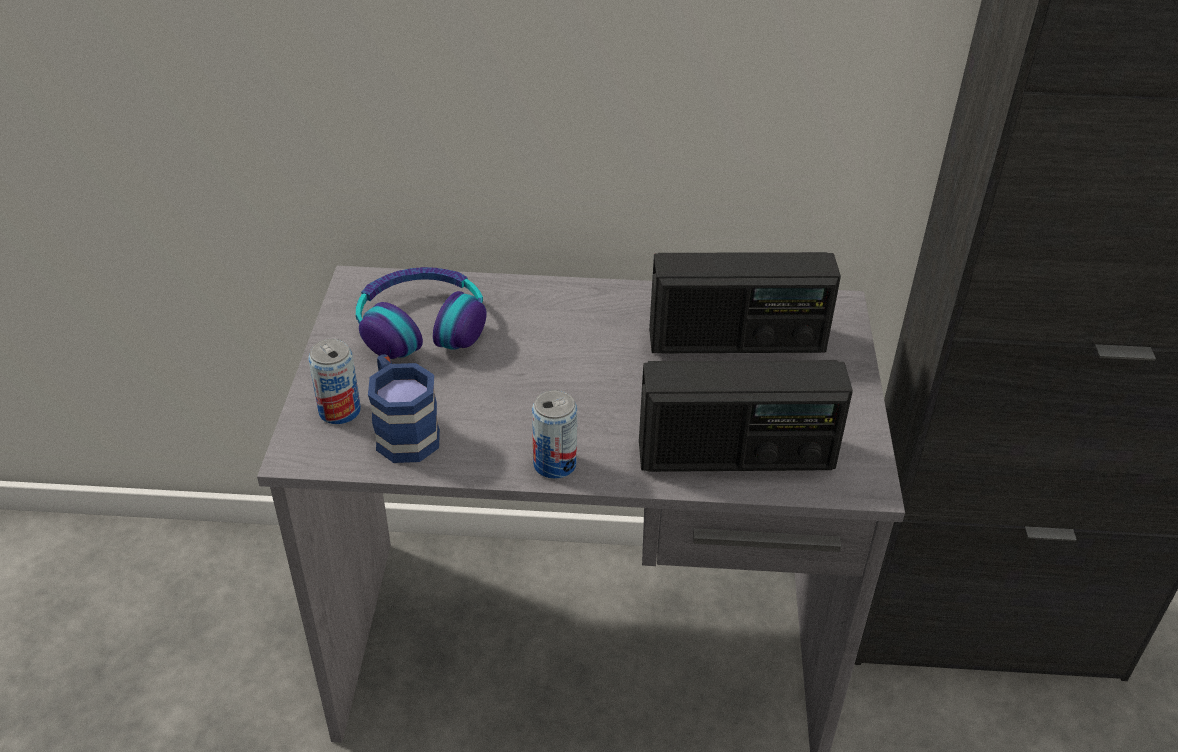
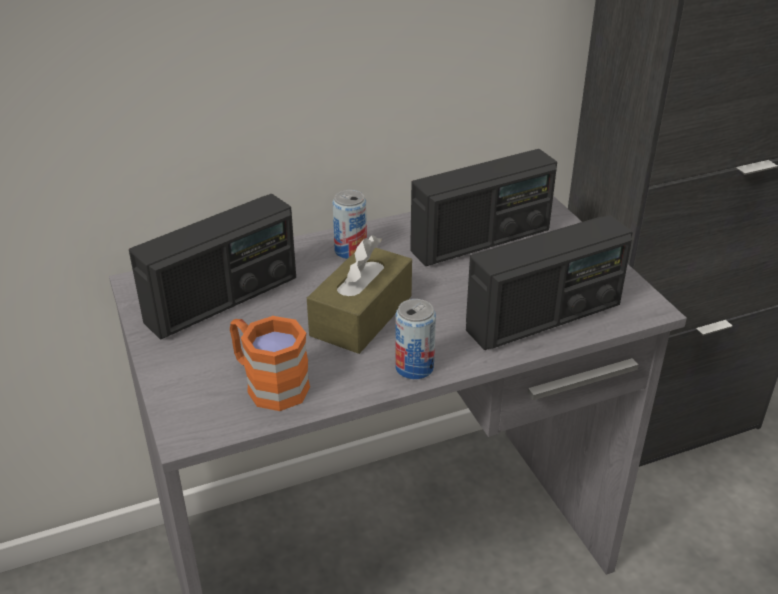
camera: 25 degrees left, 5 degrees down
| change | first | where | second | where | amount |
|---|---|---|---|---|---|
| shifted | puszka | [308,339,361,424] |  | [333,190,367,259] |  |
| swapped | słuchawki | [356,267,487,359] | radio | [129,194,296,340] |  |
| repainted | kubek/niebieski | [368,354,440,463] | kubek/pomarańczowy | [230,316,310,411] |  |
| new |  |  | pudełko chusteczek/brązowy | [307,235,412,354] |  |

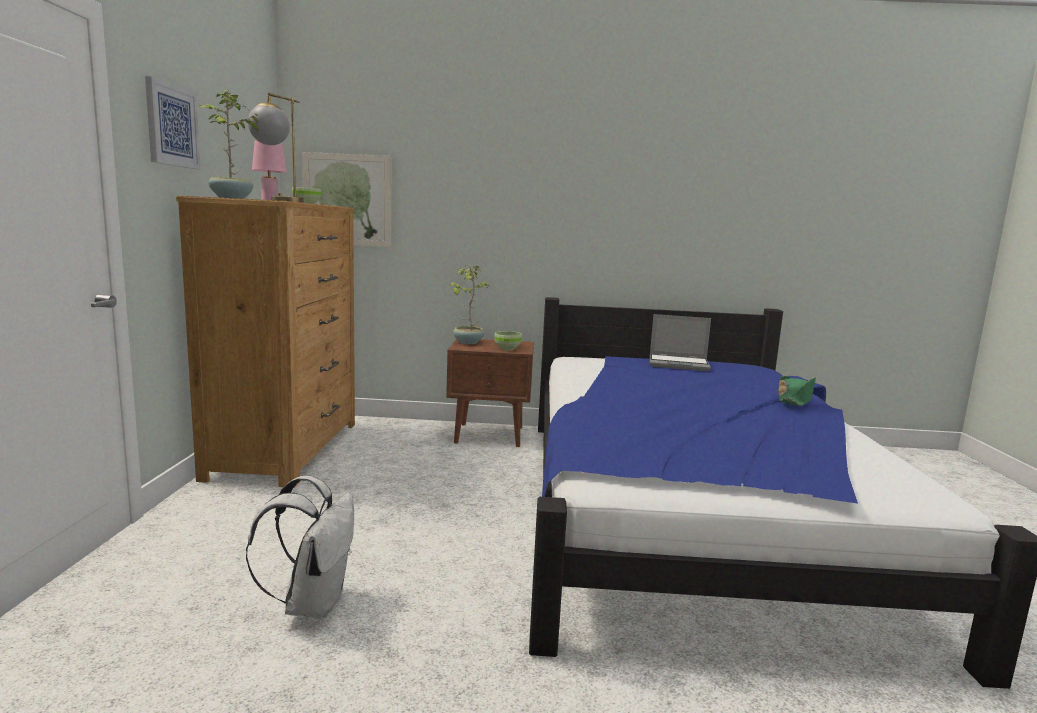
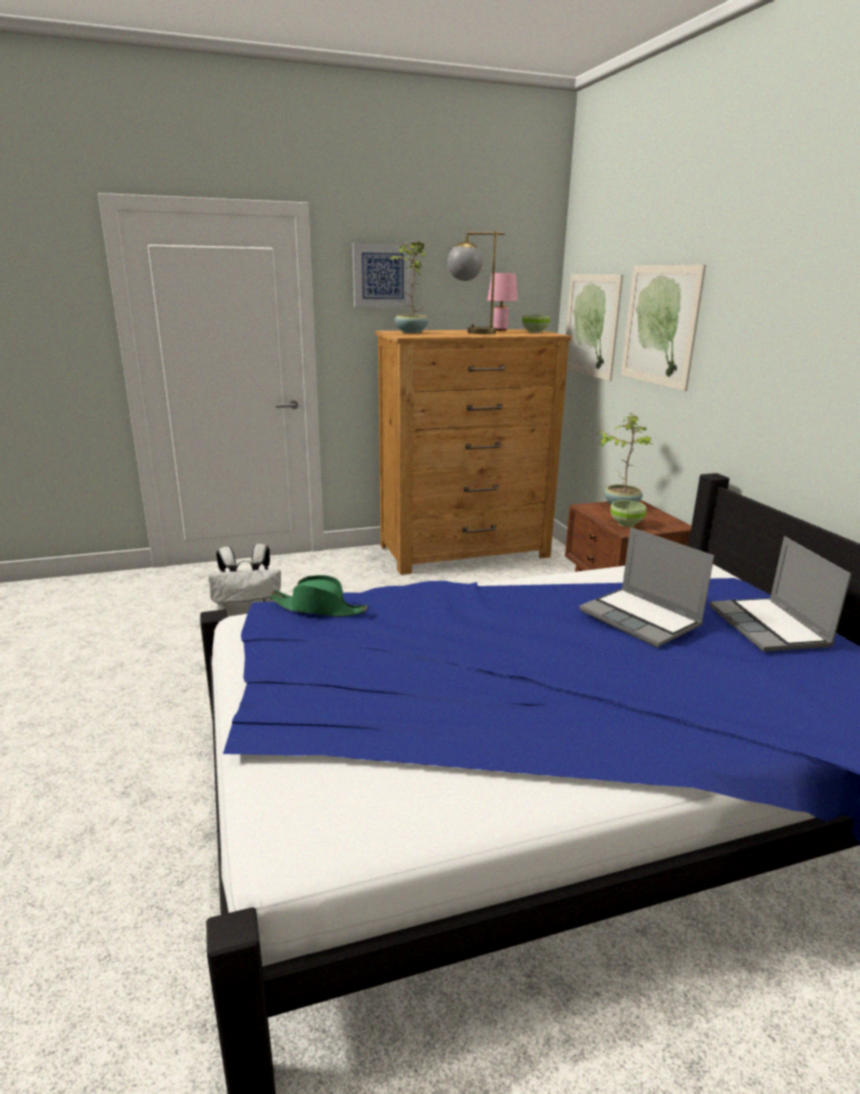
camera: 70 degrees right, 10 degrees up
| change | first | where | second | where | amount |
|---|---|---|---|---|---|
| shifted | kapelusz/zielony | [778,376,816,406] |  | [269,575,368,617] |  |
| new |  |  | laptop | [579,527,714,647] |  |
| new |  |  | obraz | [621,265,706,391] |  |

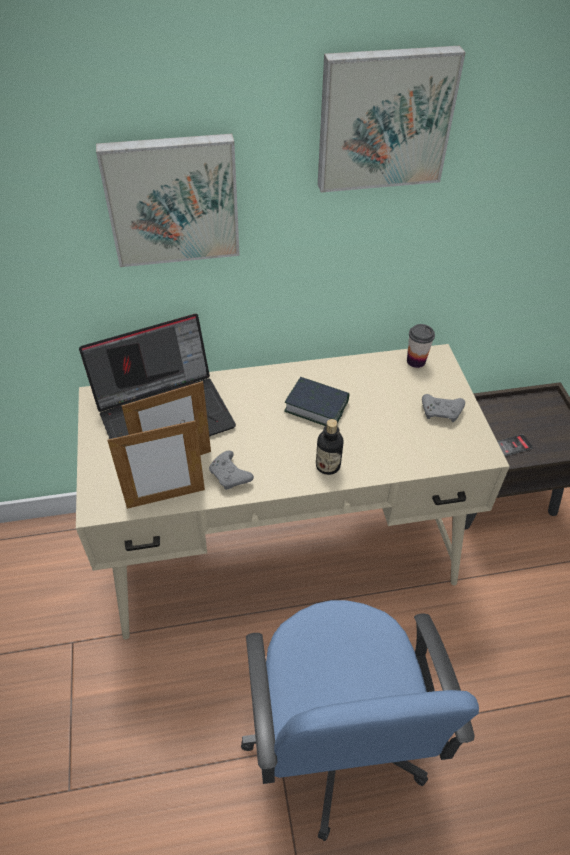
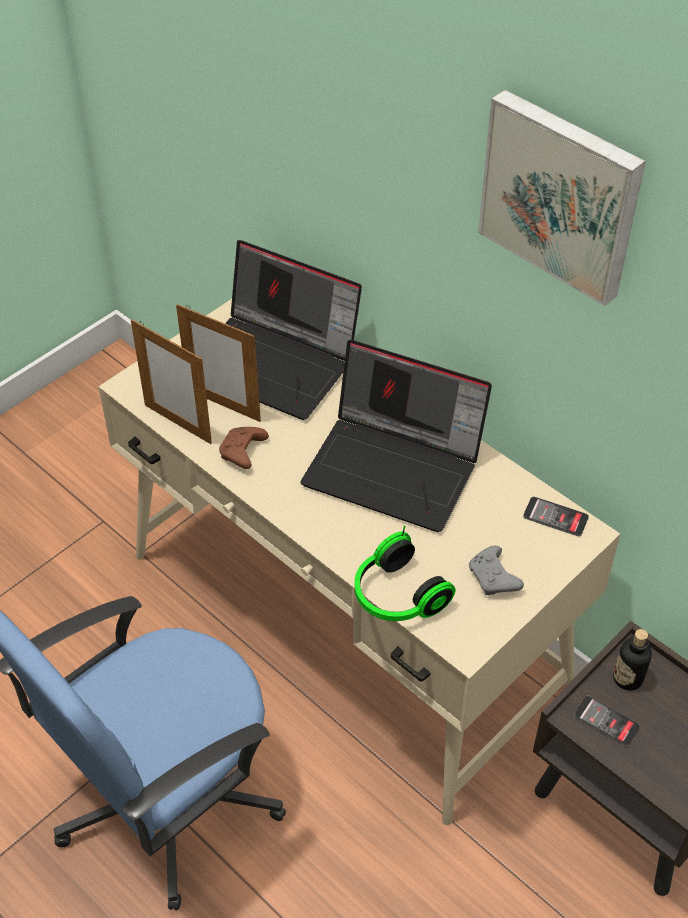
camera: 55 degrees right, 0 degrees up
| change | first | where | second | where | amount |
|---|---|---|---|---|---|
| gone | obraz | [96,134,240,267] |  |  |  |
| repainted | pad do gier/szary | [209,451,254,490] | pad do gier/brązowy | [219,427,269,469] |  |
| swapped | książka | [284,377,349,426] | laptop | [301,340,492,532] |  |
| shifted | butelka | [316,419,344,475] |  | [613,629,652,690] |  |
| swapped | filiżanka | [407,324,435,368] | telefon | [523,496,589,536] |  |
| new |  |  | słuchawki | [354,525,455,621] |  |

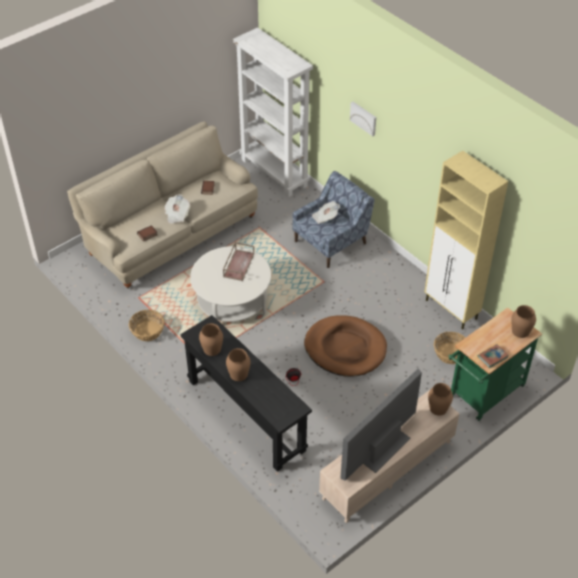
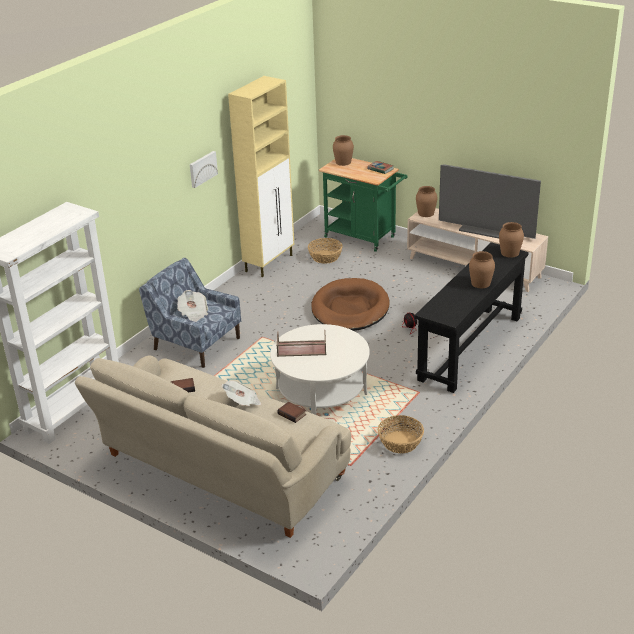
camera: 105 degrees left, 15 degrees down
| change | first | where | second | where | amount |
|---|---|---|---|---|---|
| shifted | wazon/brązowy | [199,323,223,356] |  | [499,222,524,258] |  |
| shifted | obraz | [350,102,376,136] |  | [190,151,218,188] |  |

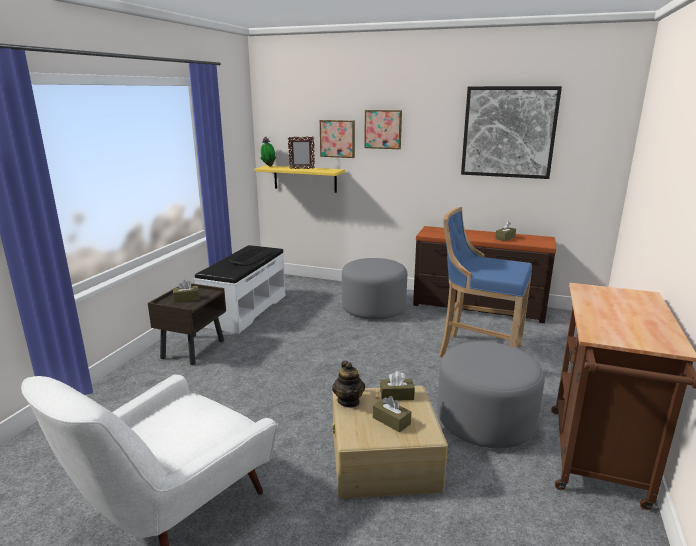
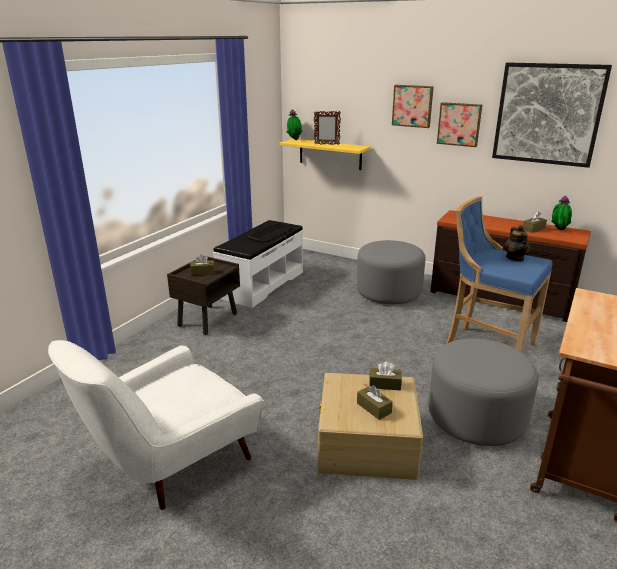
camera: 10 degrees right, 5 degrees up
| change | first | where | second | where | amount |
|---|---|---|---|---|---|
| shifted | obraz | [320,120,355,158] |  | [437,102,482,147] |  |
| shifted | imbryk | [332,361,365,408] |  | [504,225,531,261] |  |
| new |  |  | roślina doniczkowa | [551,196,572,230] |  |

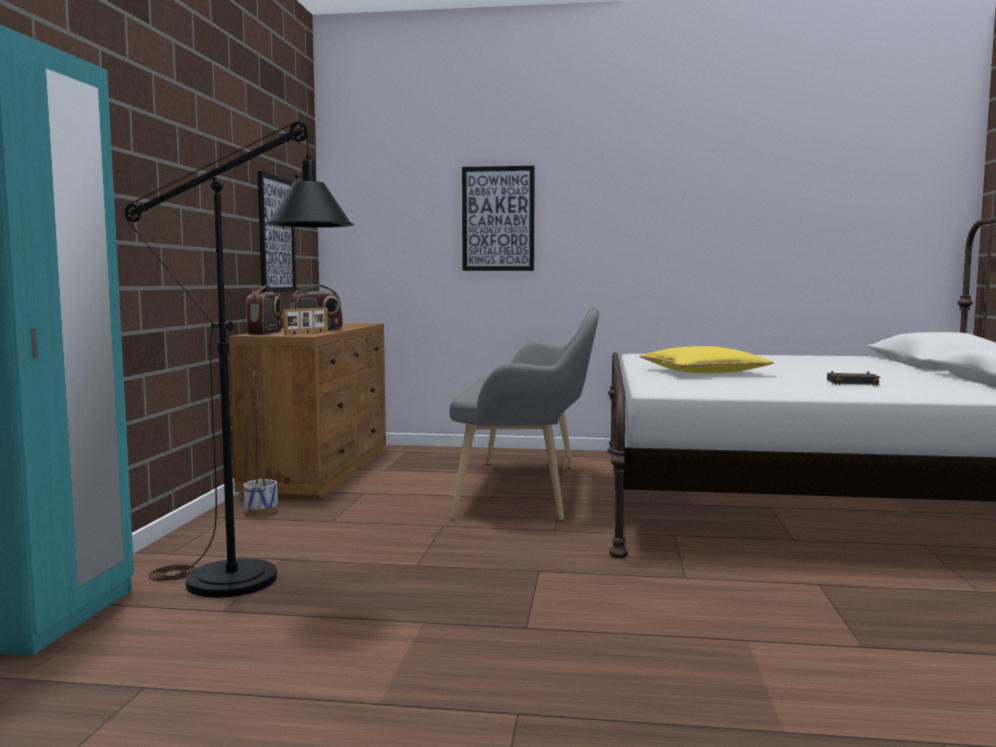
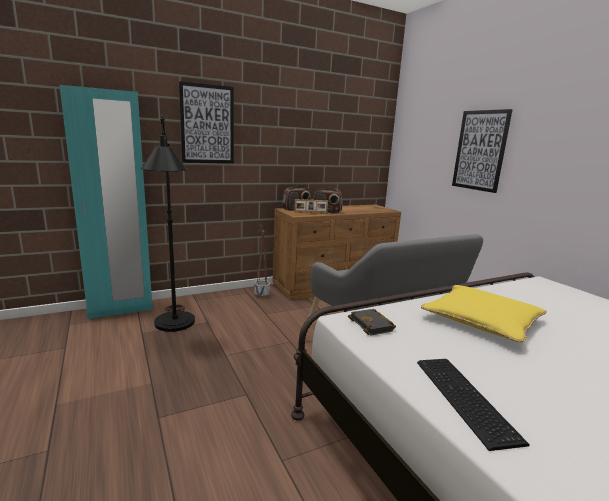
camera: 55 degrees right, 10 degrees up
| change | first | where | second | where | amount |
|---|---|---|---|---|---|
| shifted | obraz | [258,171,296,292] |  | [179,81,234,163] |  |
| shifted | książka/czarny | [827,370,880,386] |  | [348,309,396,335] |  |
| new |  |  | klawiatura | [417,359,530,451] |  |

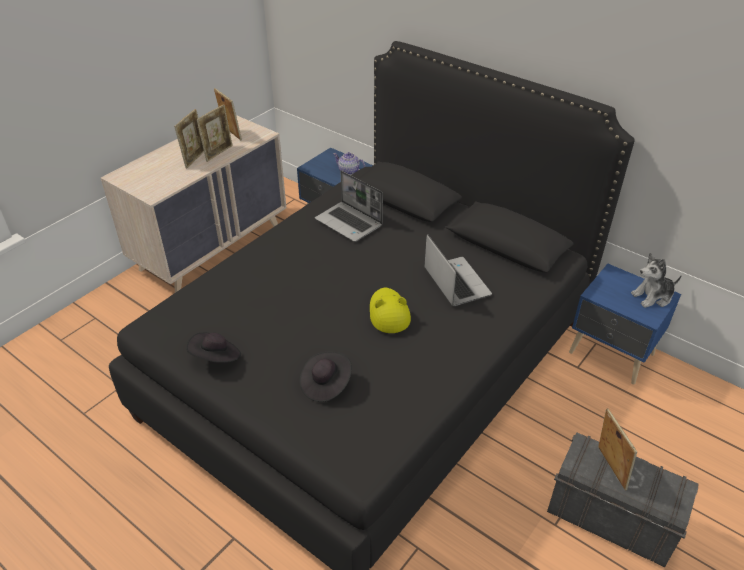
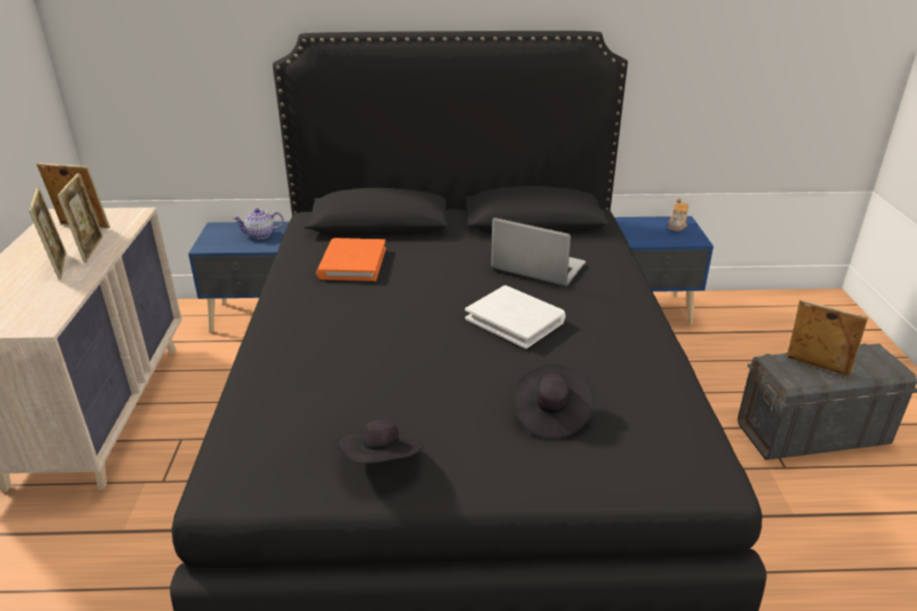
camera: 40 degrees left, 10 degrees down
| change | first | where | second | where | amount |
|---|---|---|---|---|---|
| swapped | laptop | [315,170,383,242] | książka/pomarańczowy | [316,238,386,281] |  |
| swapped | kapelusz/żółty | [370,287,411,333] | książka/biały | [465,285,566,349] |  |
| swapped | pluszak | [631,253,682,308] | imbryk | [668,198,688,231] |  |

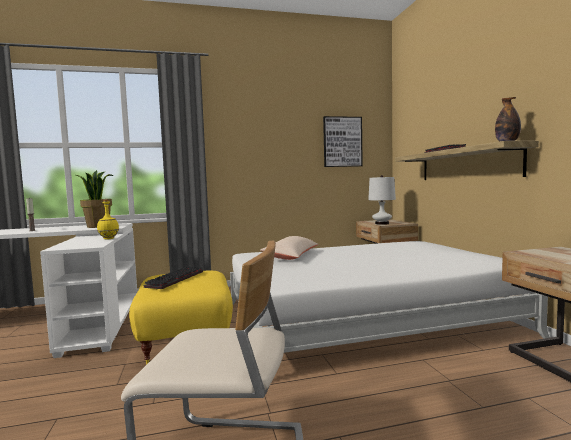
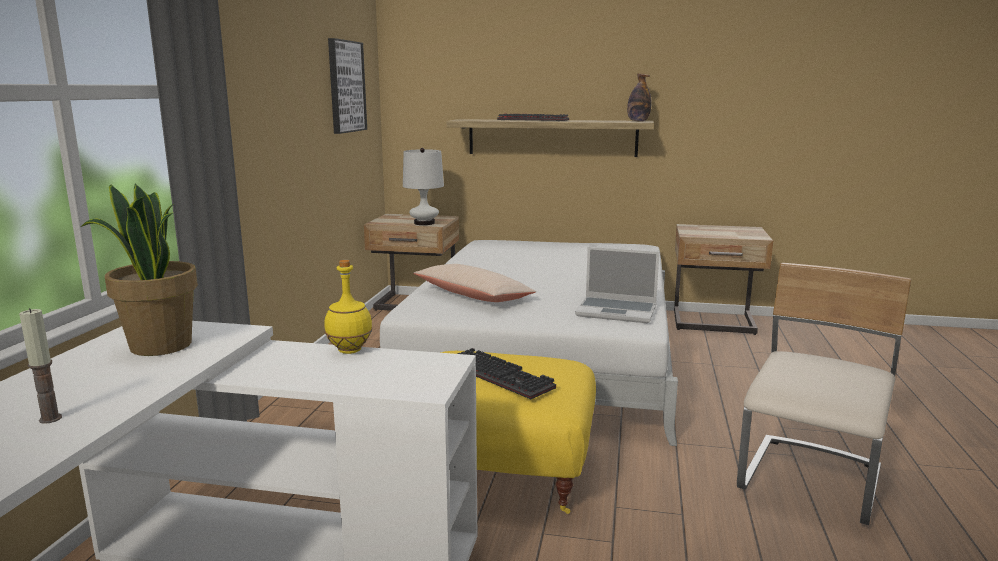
camera: 65 degrees left, 10 degrees up
| change | first | where | second | where | amount |
|---|---|---|---|---|---|
| new |  |  | laptop | [575,247,659,323] |  |

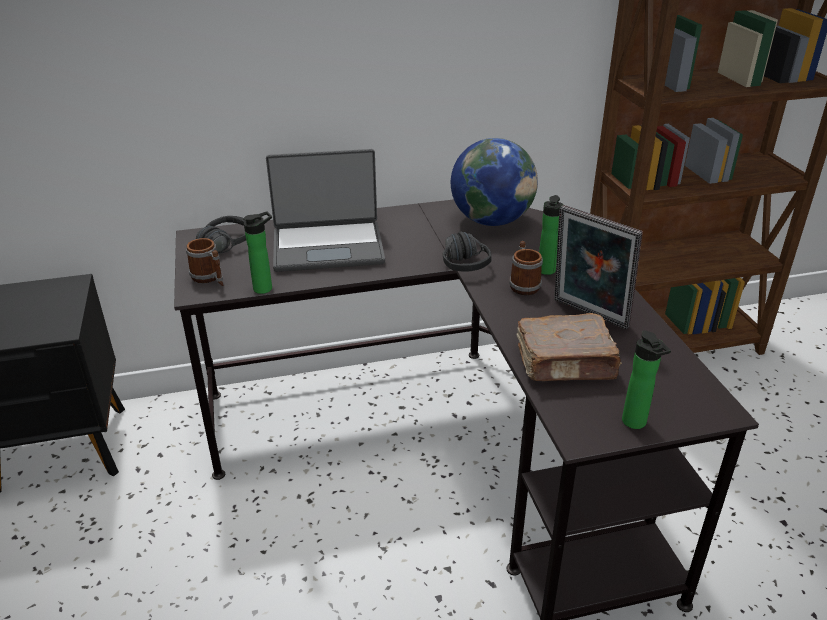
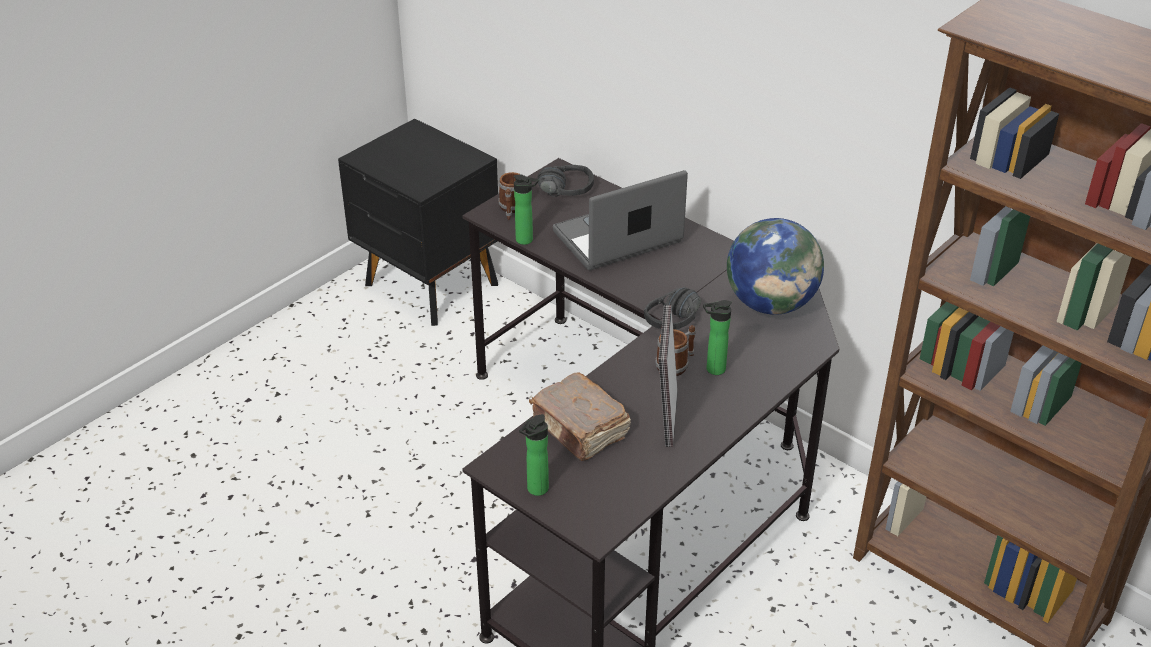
camera: 55 degrees right, 5 degrees up
| change | first | where | second | where | amount |
|---|---|---|---|---|---|
| rotated | laptop | [266,149,385,272] |  | [553,170,688,270] | 105 degrees clockwise |

